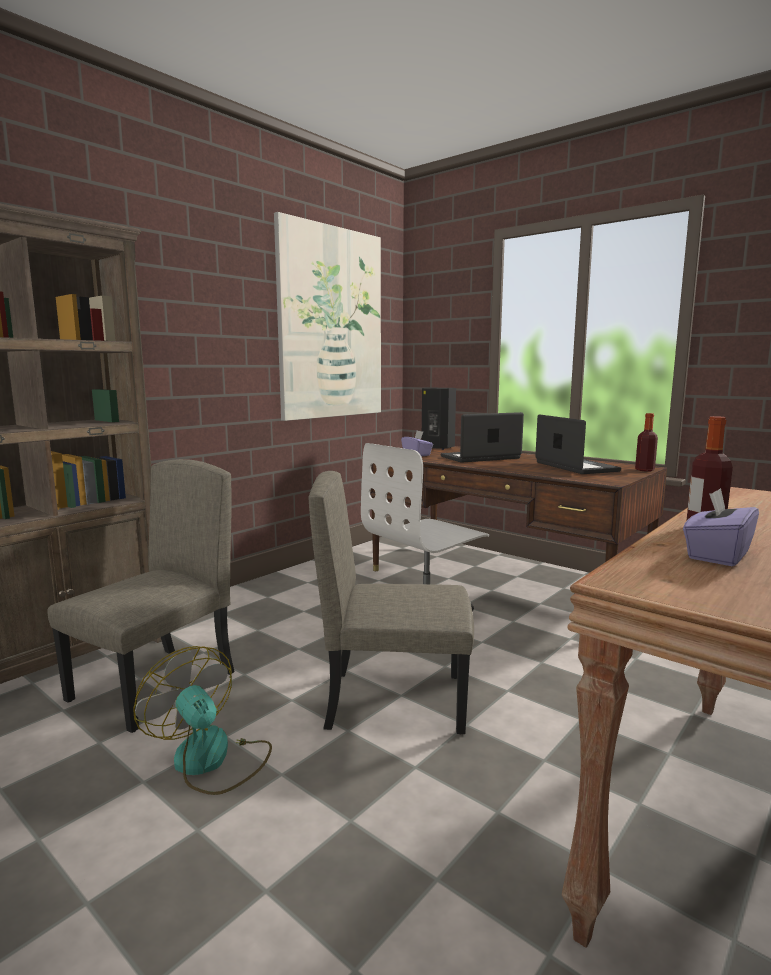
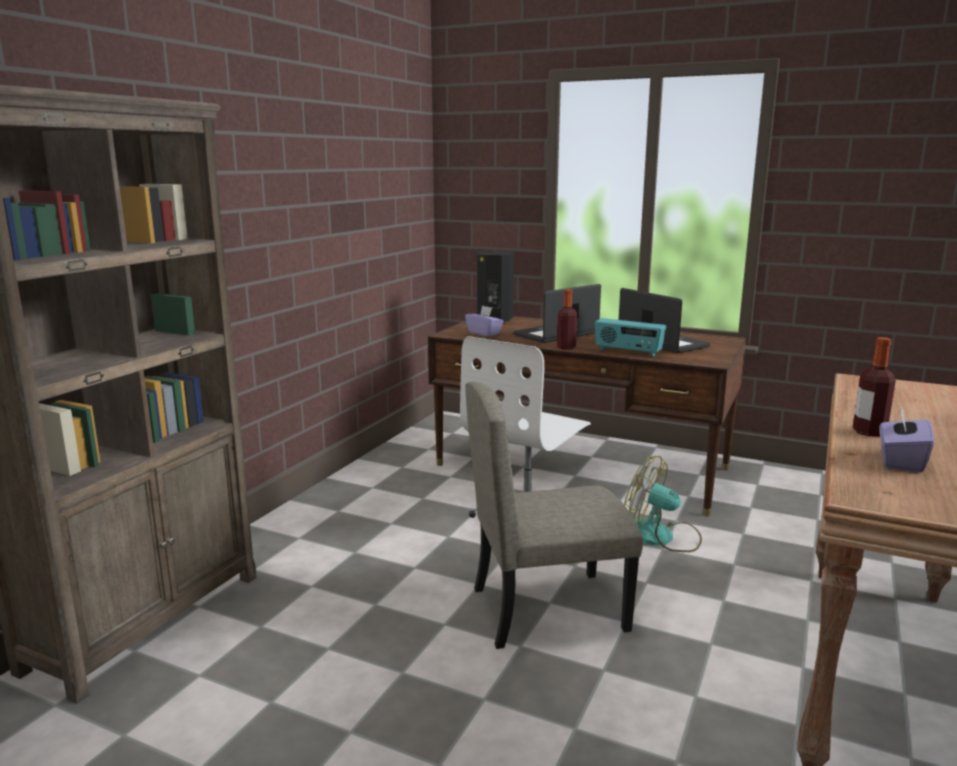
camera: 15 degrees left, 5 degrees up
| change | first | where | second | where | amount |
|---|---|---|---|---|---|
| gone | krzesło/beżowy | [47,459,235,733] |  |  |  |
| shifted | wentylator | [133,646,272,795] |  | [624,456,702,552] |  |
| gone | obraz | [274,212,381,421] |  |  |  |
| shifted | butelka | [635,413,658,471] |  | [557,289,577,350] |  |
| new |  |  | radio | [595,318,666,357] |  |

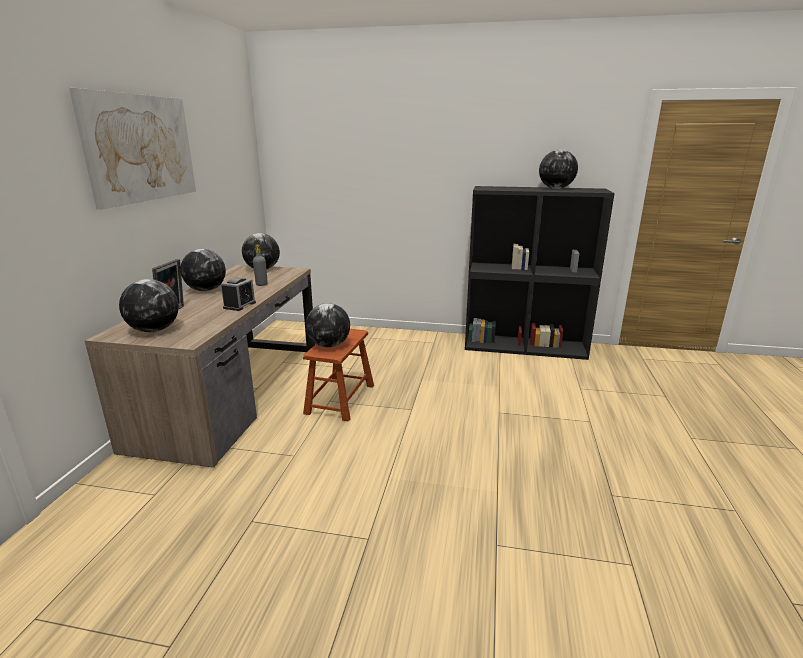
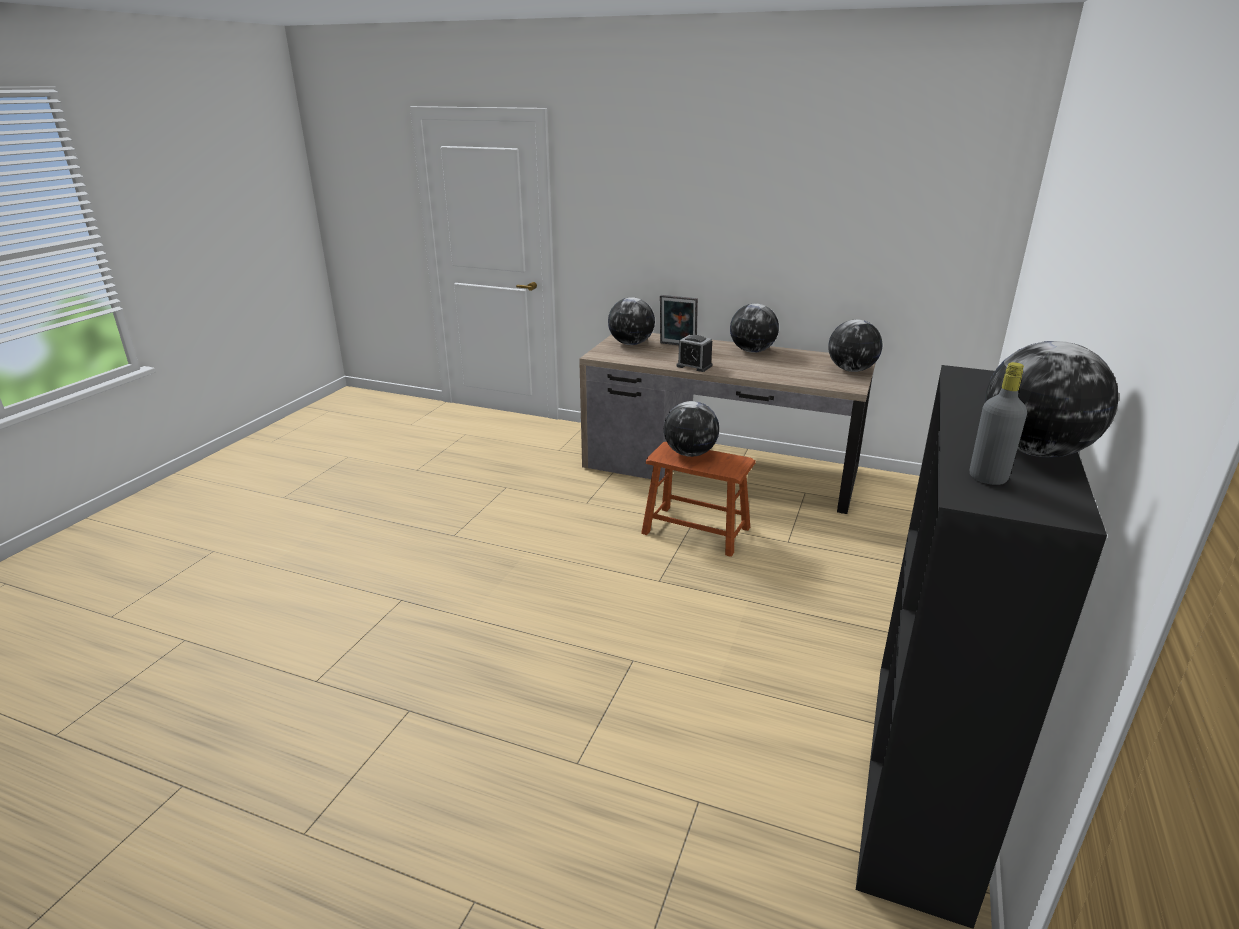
camera: 100 degrees right, 5 degrees up
| change | first | where | second | where | amount |
|---|---|---|---|---|---|
| gone | obraz | [69,88,196,209] |  |  |  |
| shifted | butelka/szary | [253,245,268,286] |  | [970,362,1027,485] |  |

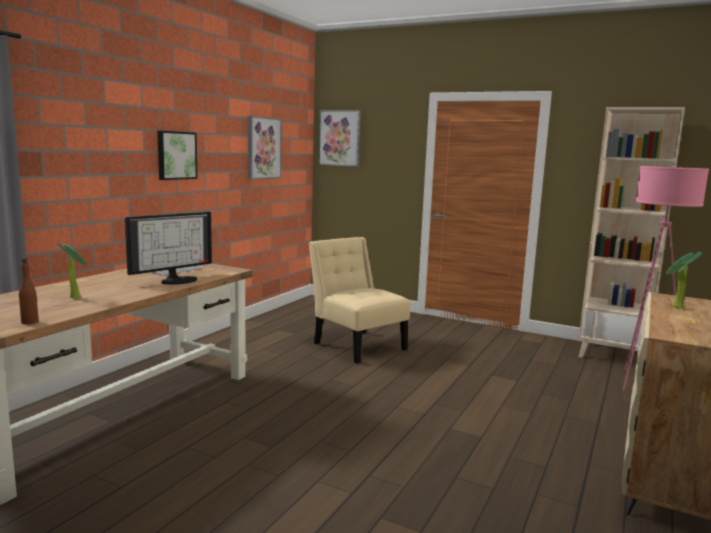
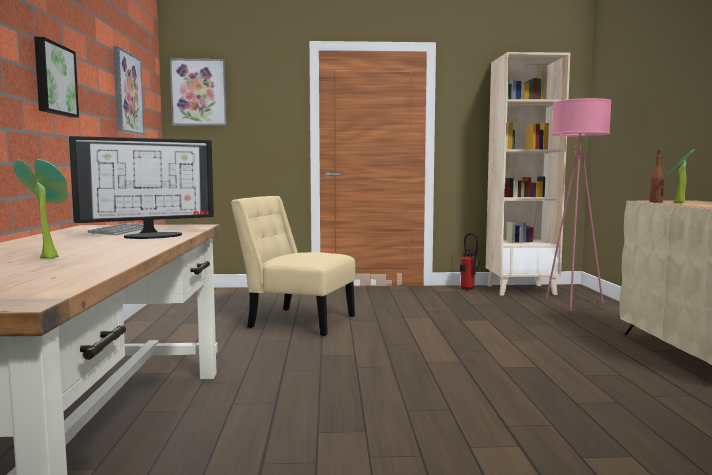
camera: 30 degrees left, 5 degrees down
| change | first | where | second | where | amount |
|---|---|---|---|---|---|
| shifted | butelka/brązowy | [19,258,39,325] |  | [649,150,664,202] |  |
| rotated | monitor | [125,212,212,285] |  | [69,136,214,239] | 45 degrees clockwise |
| new |  |  | gaśnica | [460,233,480,290] |  |

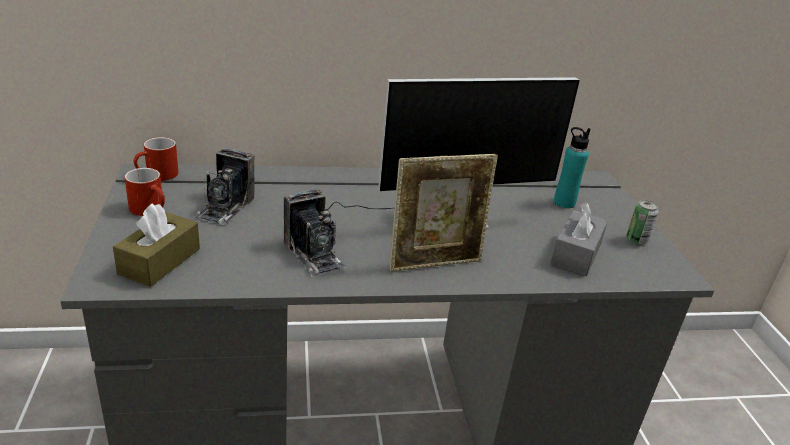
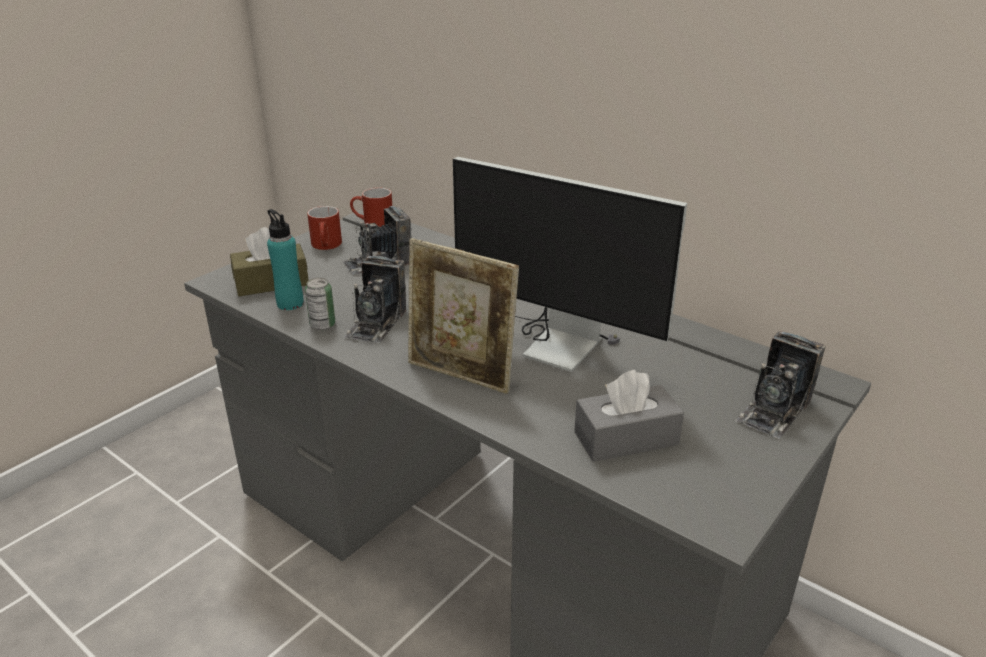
camera: 50 degrees right, 0 degrees up
| change | first | where | second | where | amount |
|---|---|---|---|---|---|
| shifted | butelka/turkusowy | [554,127,590,208] |  | [267,209,304,310] |  |
| shifted | puszka | [626,200,658,245] |  | [305,278,335,330] |  |
| new |  |  | aparat fotograficzny | [735,331,825,439] |  |

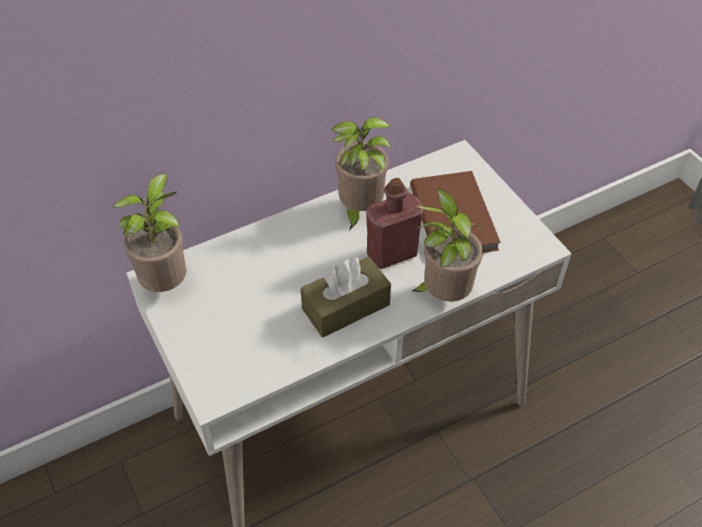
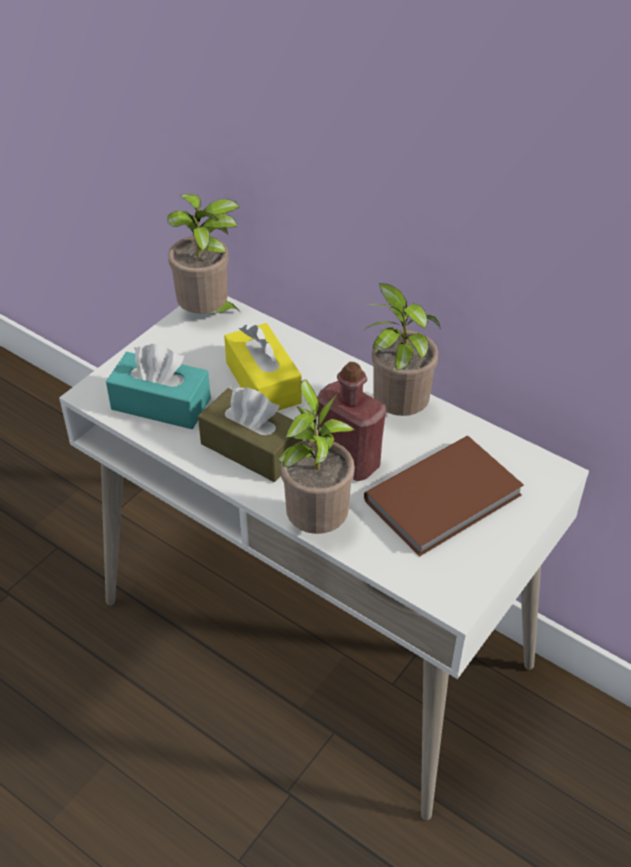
camera: 65 degrees right, 5 degrees down
| change | first | where | second | where | amount |
|---|---|---|---|---|---|
| new |  |  | pudełko chusteczek/turkusowy | [106,344,211,429] |  |
| new |  |  | pudełko chusteczek/żółty | [224,323,302,411] |  |

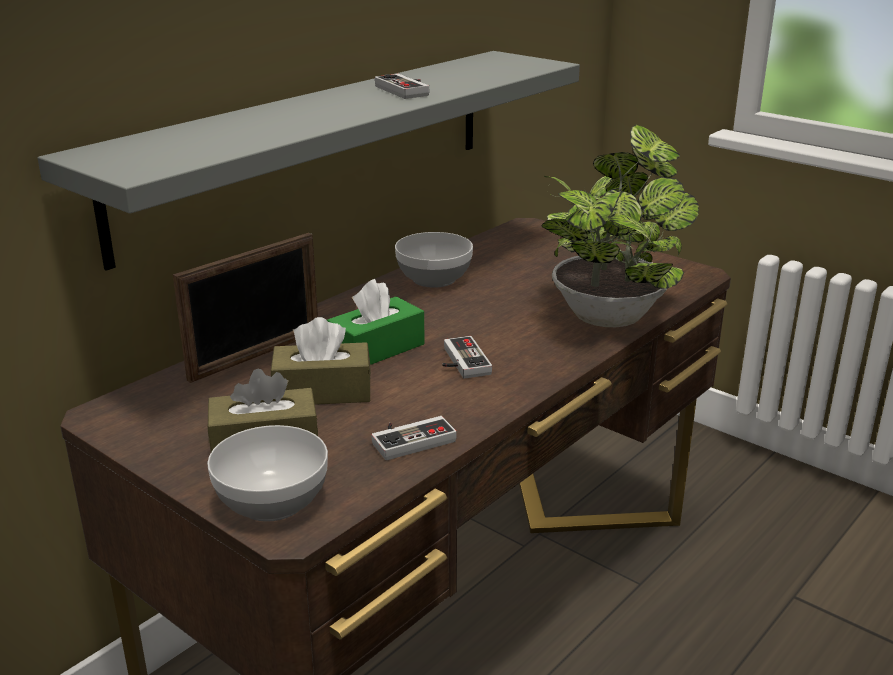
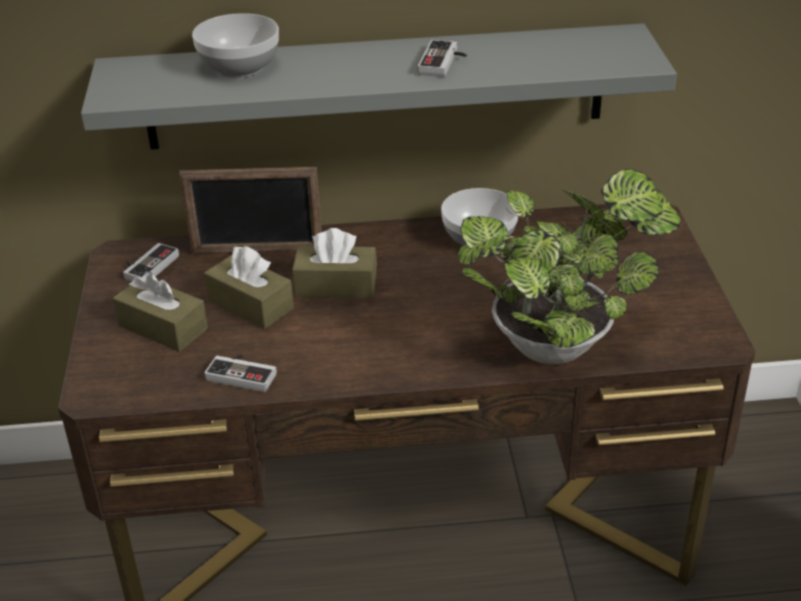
camera: 45 degrees right, 10 degrees up
| change | first | where | second | where | amount |
|---|---|---|---|---|---|
| shifted | miska | [207,425,328,522] |  | [192,13,279,78] |  |
| repainted | pudełko chusteczek/zielony | [327,279,425,365] | pudełko chusteczek/brązowy | [292,228,377,299] |  |
| shifted | pad do gier | [442,336,492,379] |  | [123,243,179,282] |  |

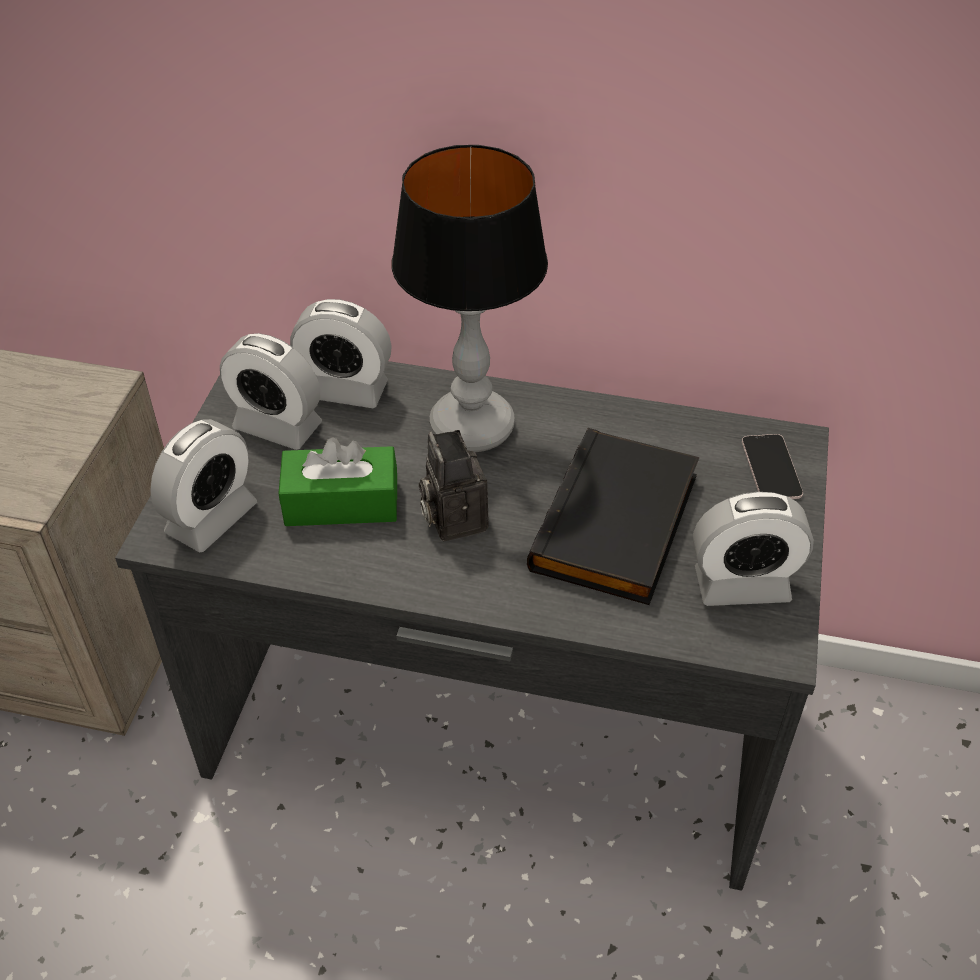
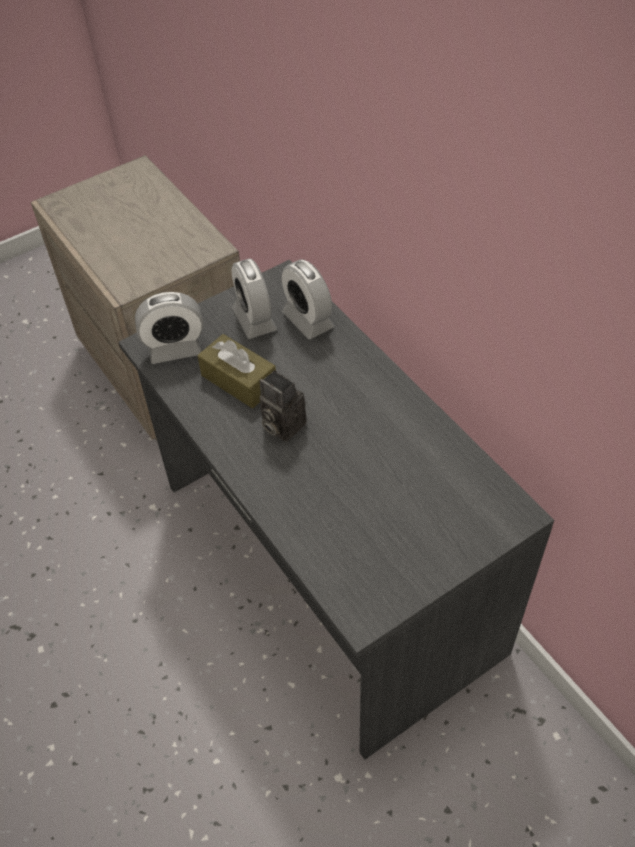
camera: 45 degrees right, 5 degrees up
| change | first | where | second | where | amount |
|---|---|---|---|---|---|
| repainted | pudełko chusteczek/zielony | [279,437,397,526] | pudełko chusteczek/brązowy | [197,334,276,408] |  |
| gone | lampa stołowa | [392,145,548,452] |  |  |  |
| rotated | aparat fotograficzny | [419,430,488,541] |  | [260,370,306,442] | 75 degrees counterclockwise |
| gone | książka/czarny | [527,428,700,605] |  |  |  |
| gone | budzik | [693,492,814,606] |  |  |  |
| gone | telefon | [742,434,803,499] |  |  |  |

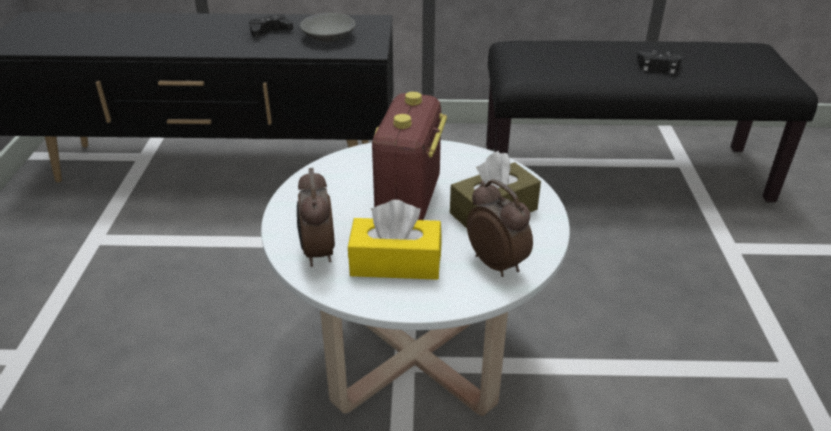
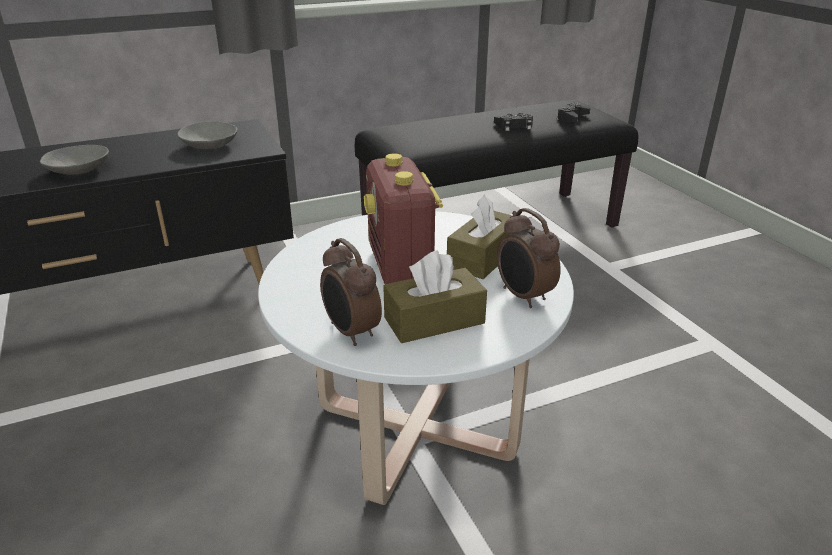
camera: 25 degrees left, 5 degrees down
| change | first | where | second | where | amount |
|---|---|---|---|---|---|
| shifted | pad do gier/czarny | [249,14,293,37] |  | [557,102,591,122] |  |
| repainted | pudełko chusteczek/żółty | [348,200,442,280] | pudełko chusteczek/brązowy | [383,251,487,343] |  |
| rotated | budzik | [467,179,533,277] |  | [497,208,561,308] | 150 degrees counterclockwise |
| new |  |  | miska/szary | [40,145,109,175] |  |

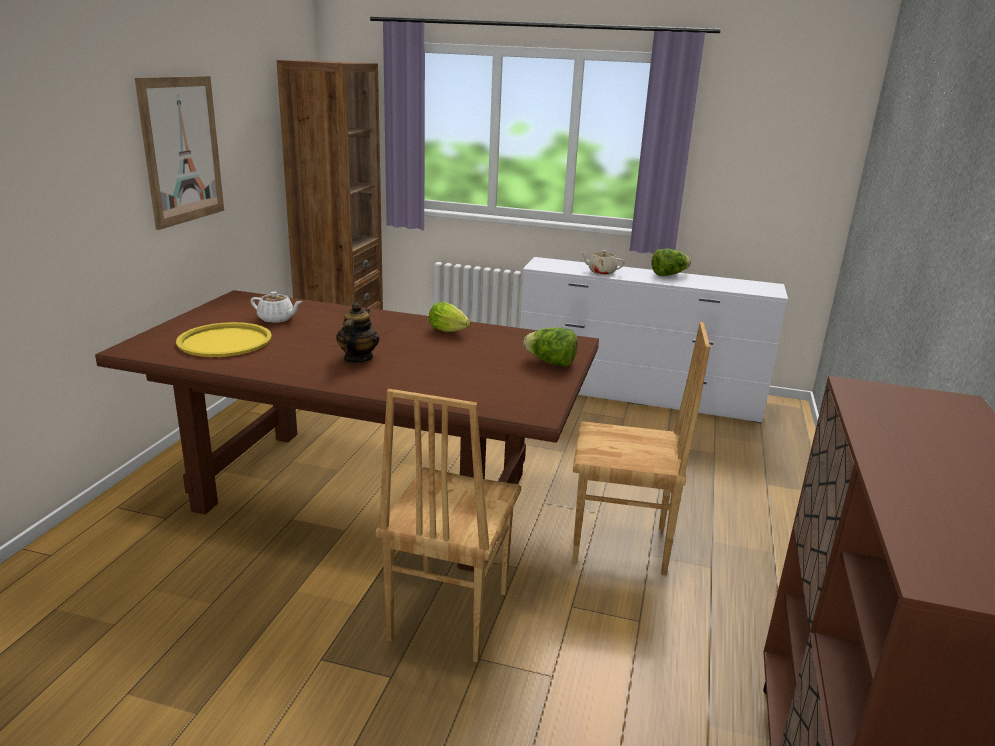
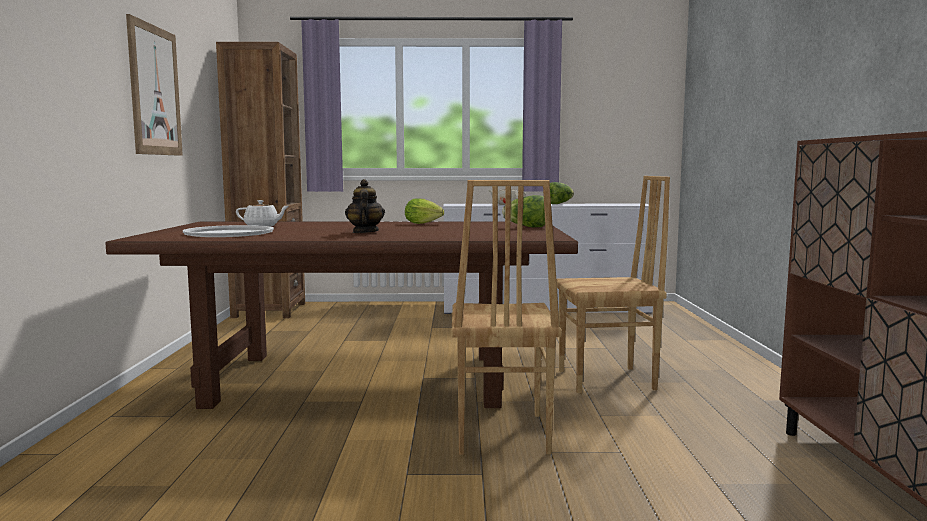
camera: 15 degrees left, 15 degrees down
| change | first | where | second | where | amount |
|---|---|---|---|---|---|
| repainted | taca/żółty | [176,322,272,357] | taca/biały | [183,225,274,237] |  |

